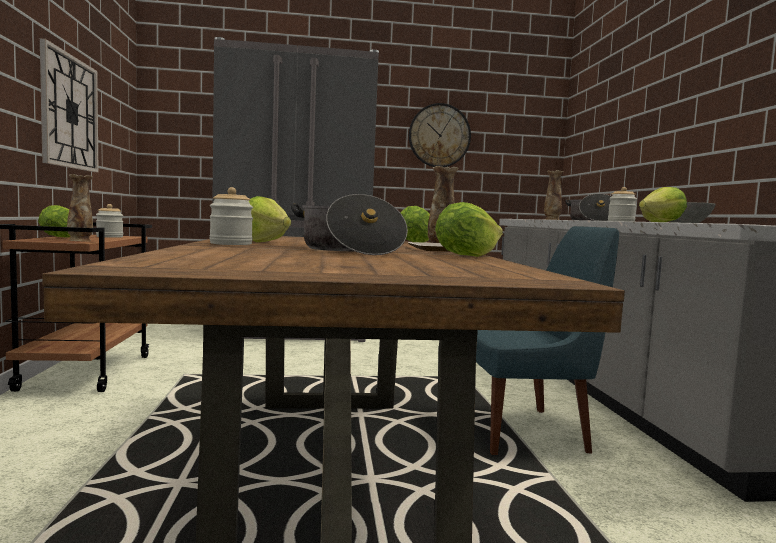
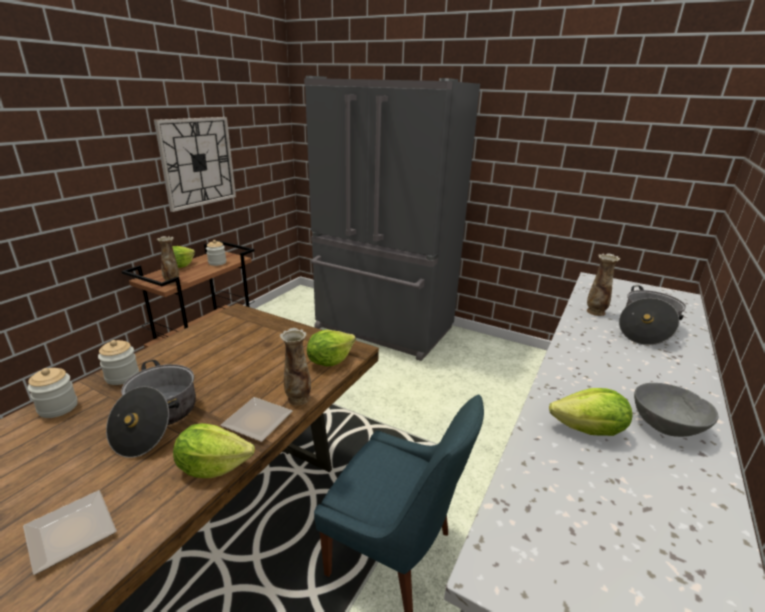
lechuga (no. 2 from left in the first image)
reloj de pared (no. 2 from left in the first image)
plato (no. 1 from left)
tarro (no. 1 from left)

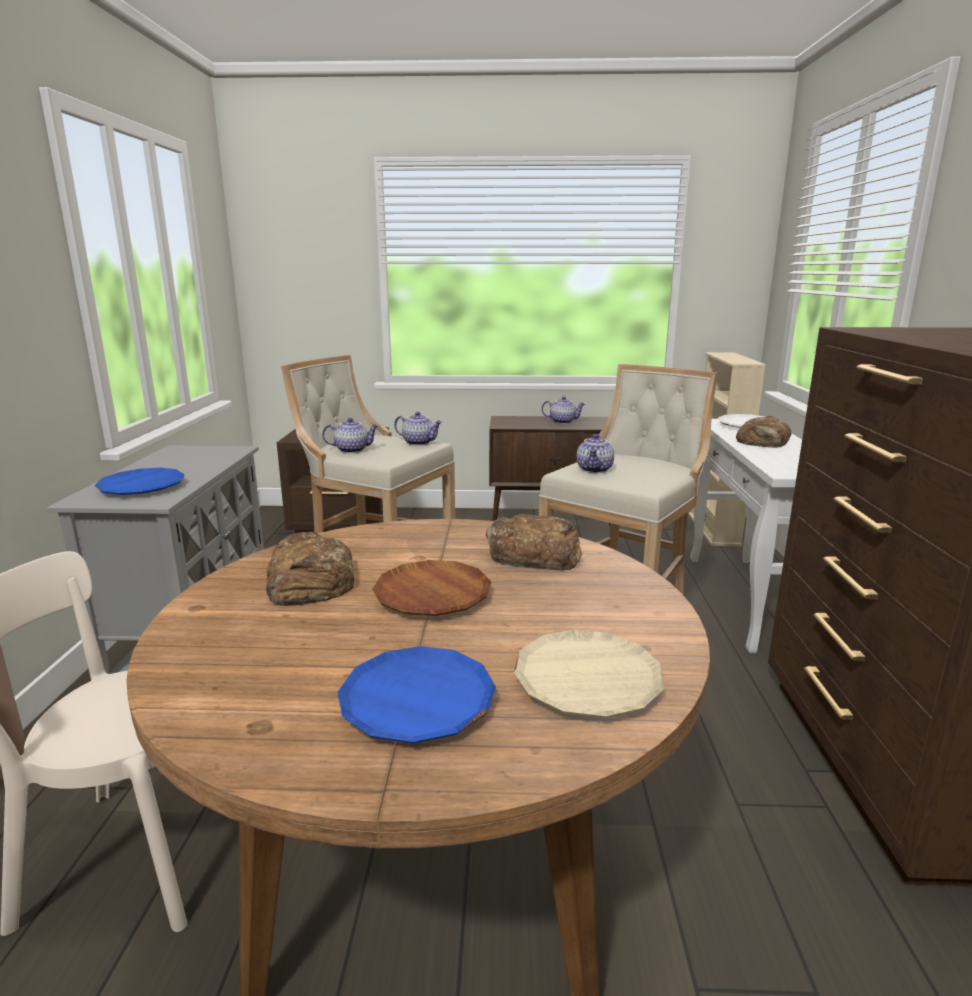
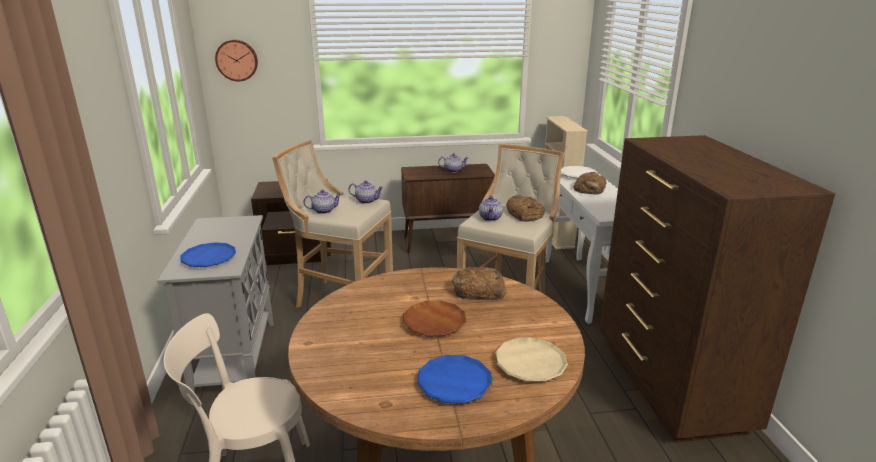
reloj de pared
pan (no. 2 from left)

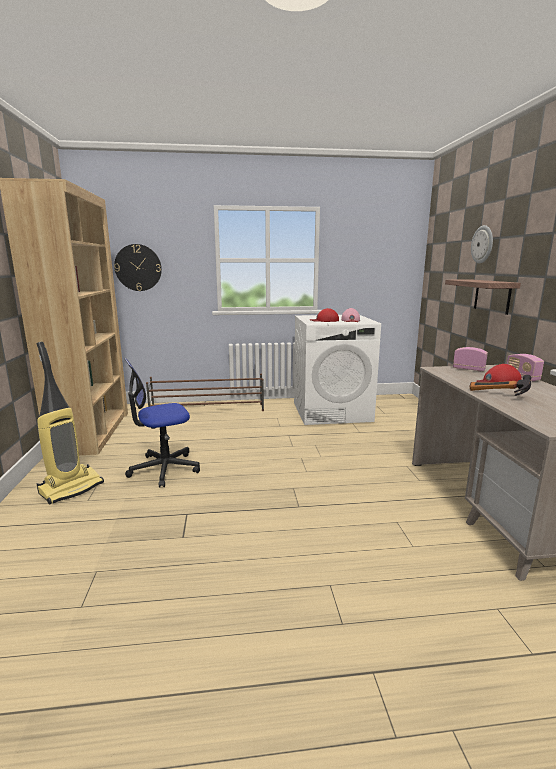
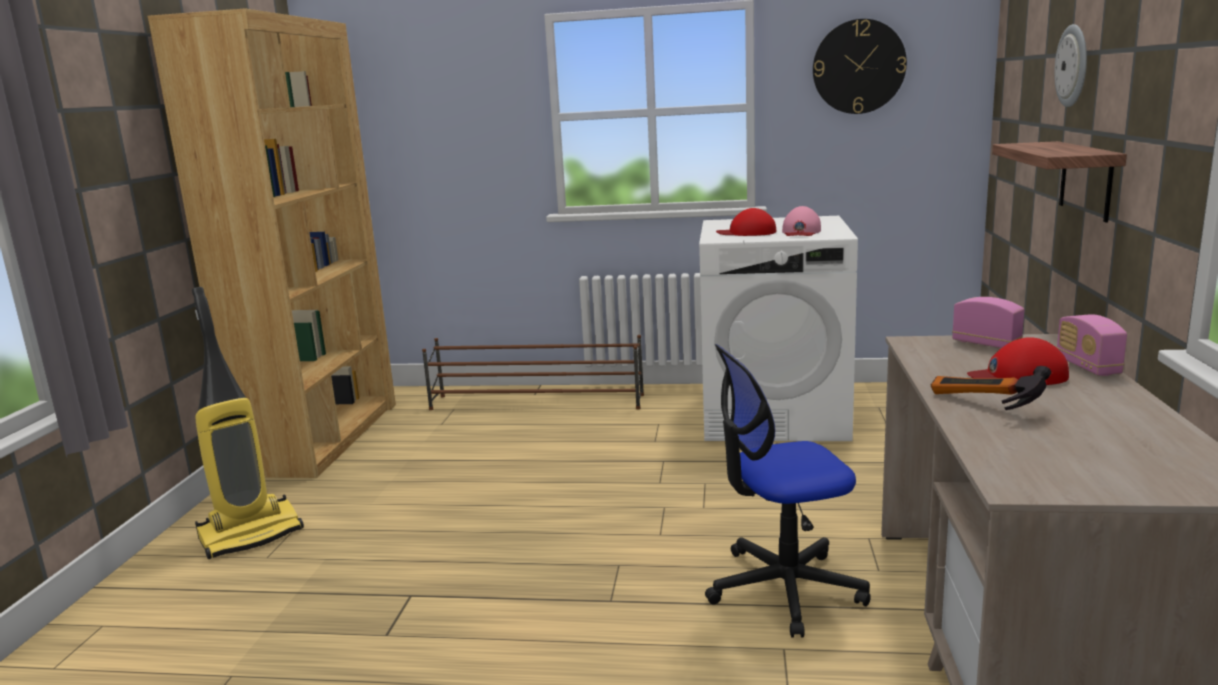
reloj de pared (no. 1 from left)
silla de oficina

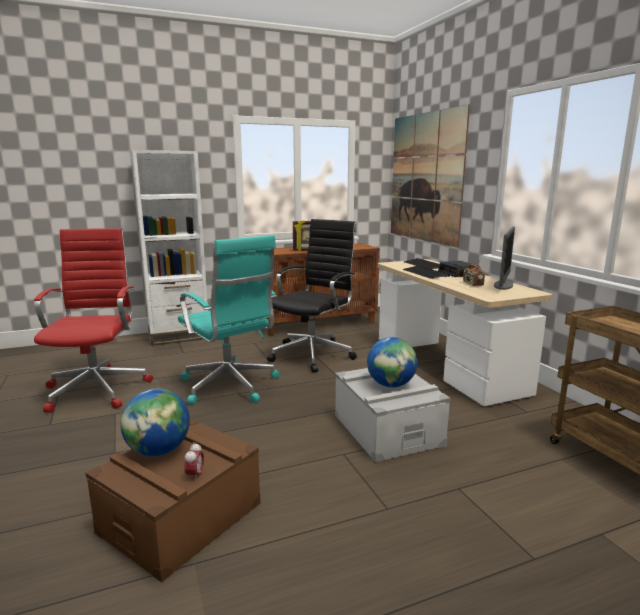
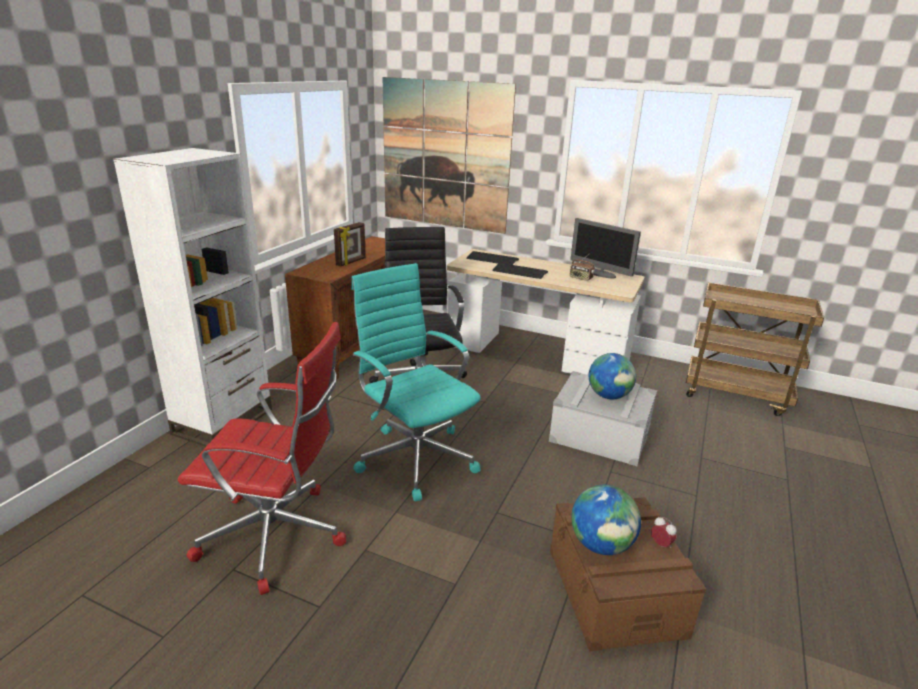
despertador (no. 2 from left in the first image)
silla de oficina/rojo
silla de oficina/turquesa
monitor

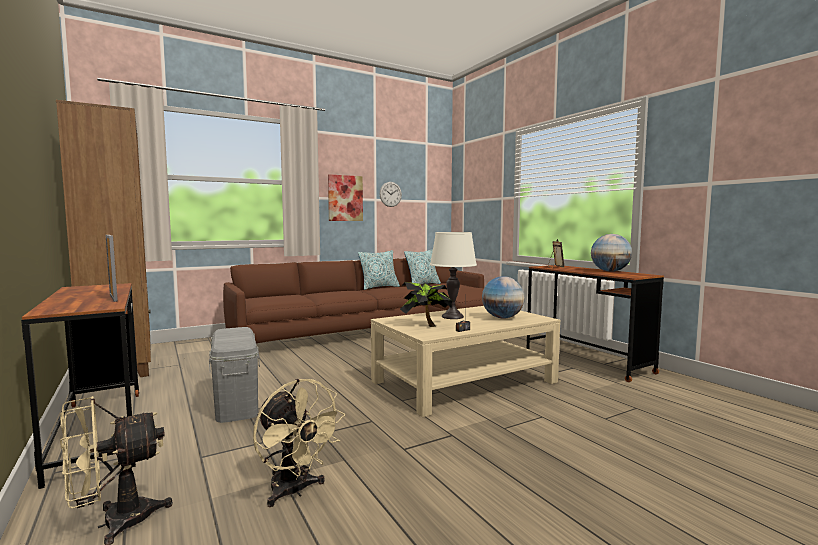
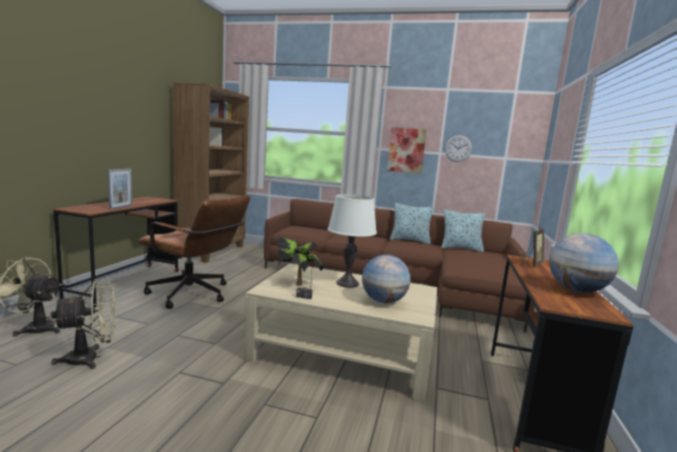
silla de oficina/marrón
ventilador/beis (no. 2 from left)

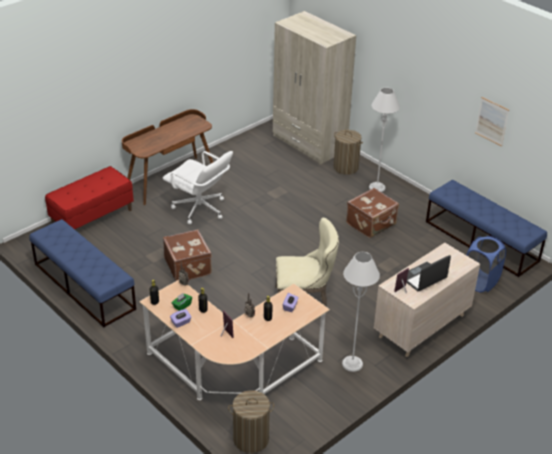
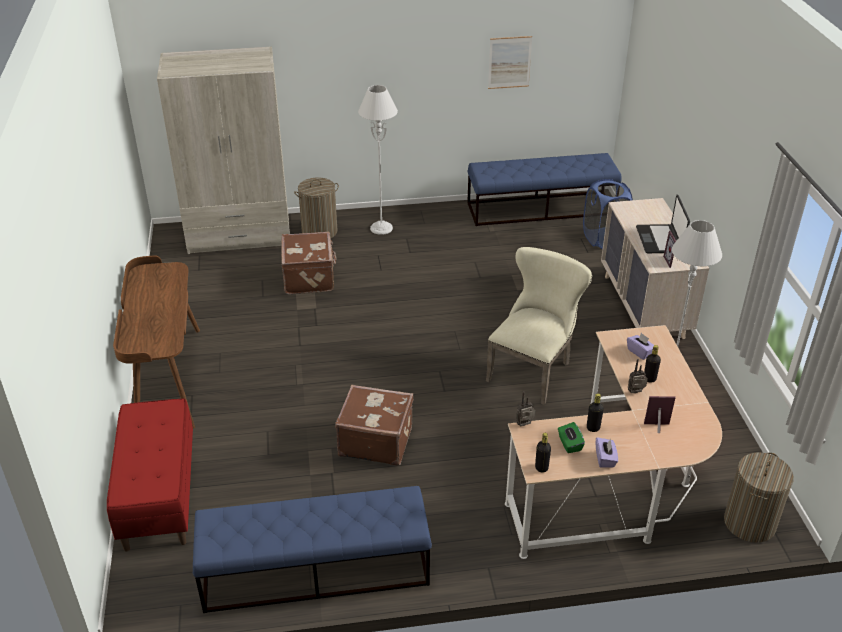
silla de oficina/blanco
maleta/marrón (no. 1 from left)

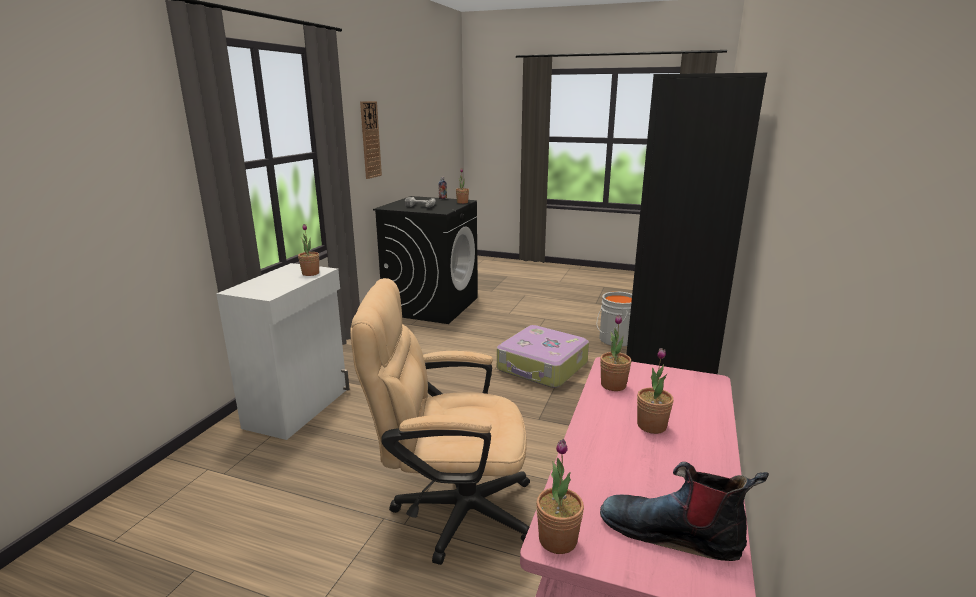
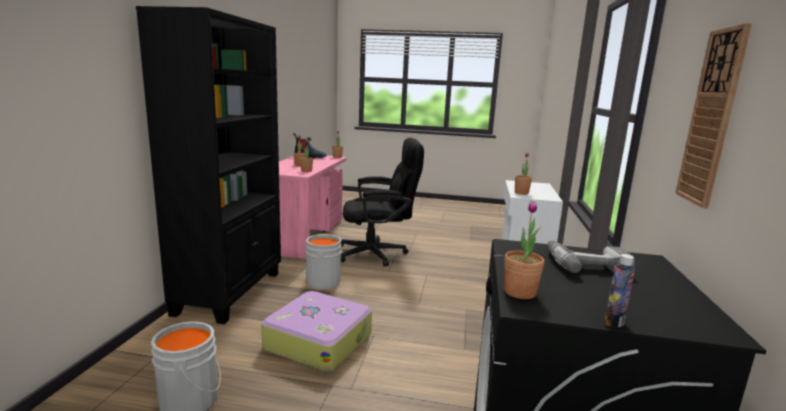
cubo/gris (no. 2 from left)
silla de oficina/negro

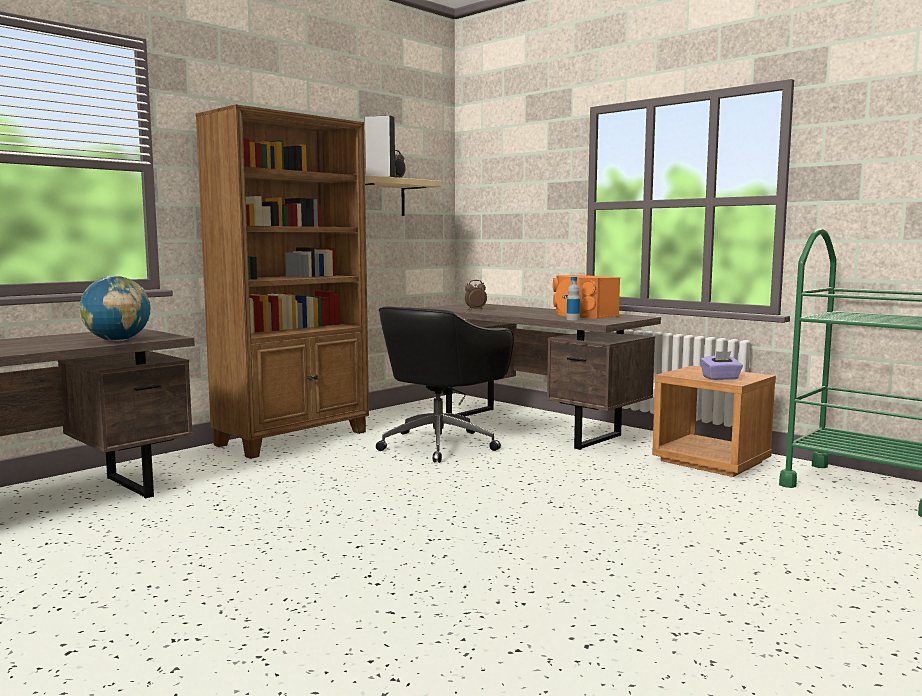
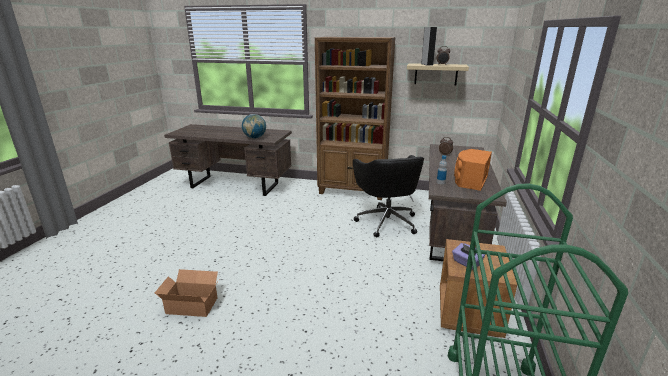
caja de cartón
silla de oficina/negro

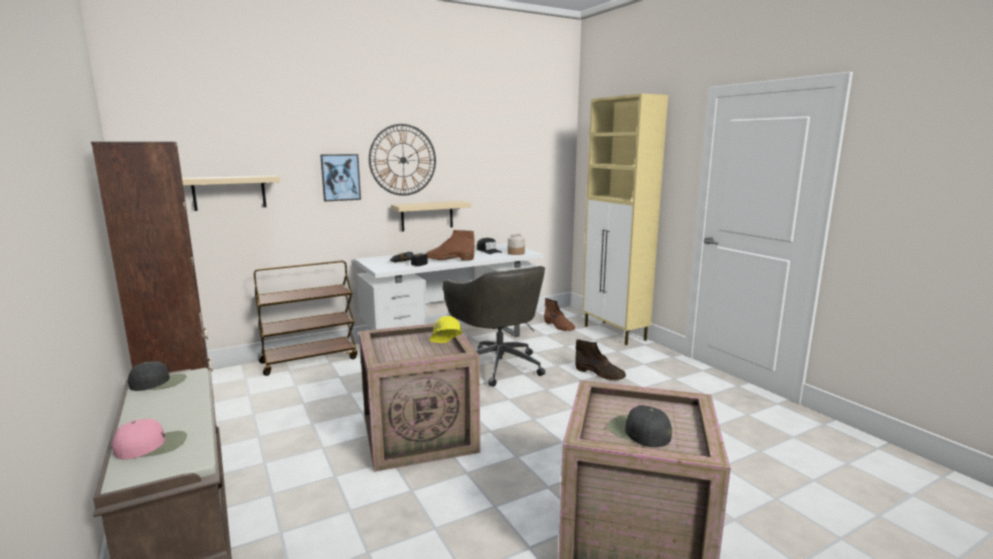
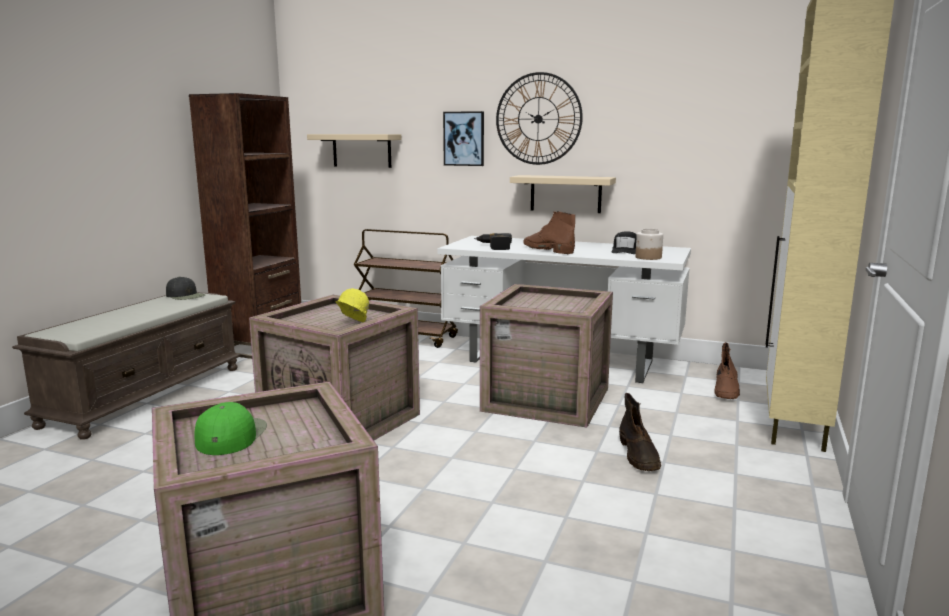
gorra/rosa
caja de embalaje (no. 3 from left)
gorra/verde

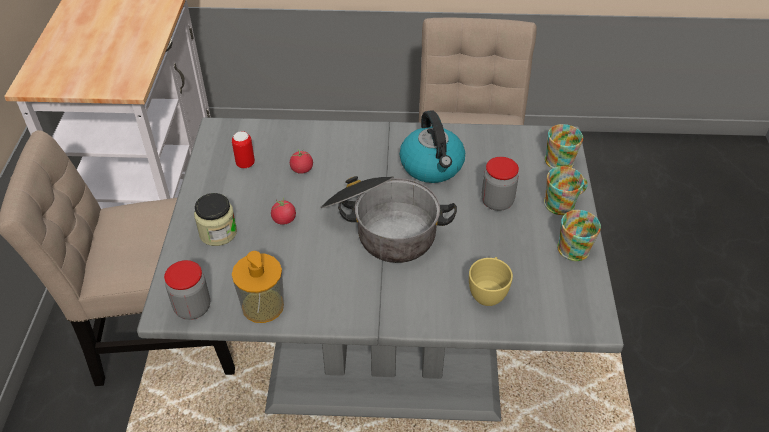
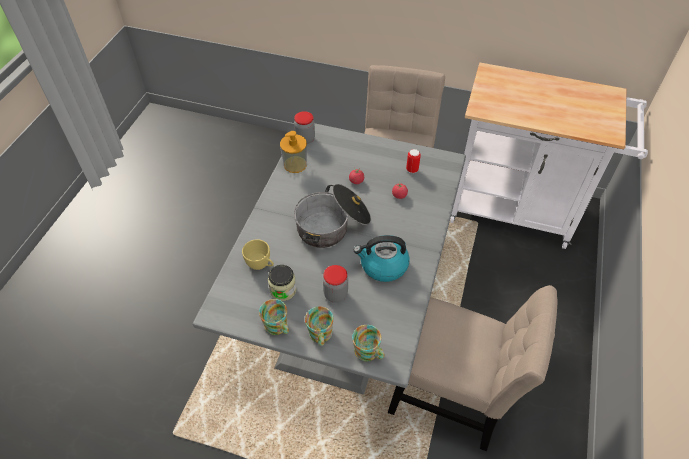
tarro (no. 1 from left)

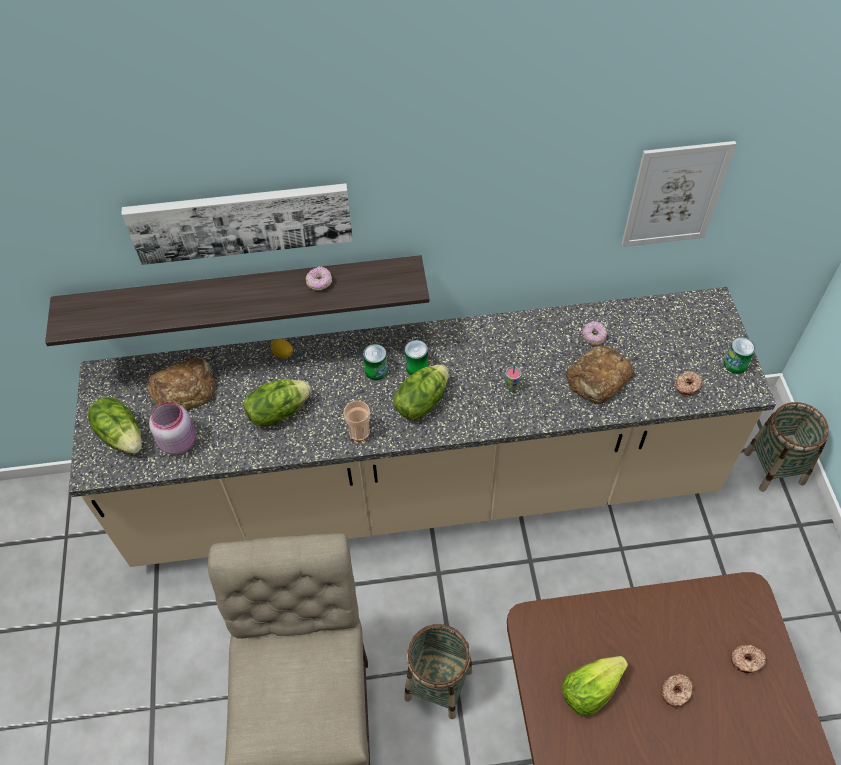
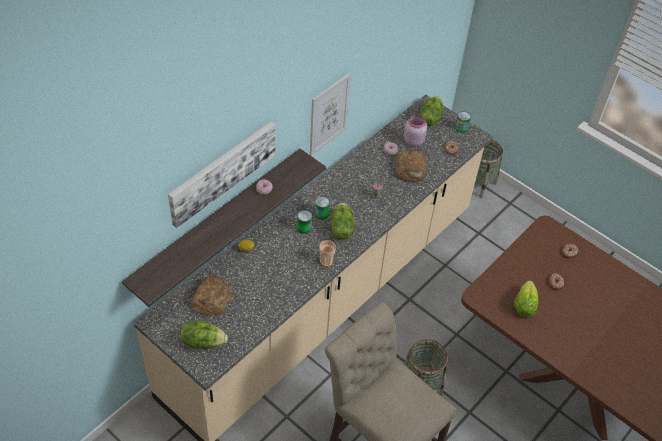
tarro/rosa
lechuga (no. 3 from left)
cuadro (no. 2 from left)

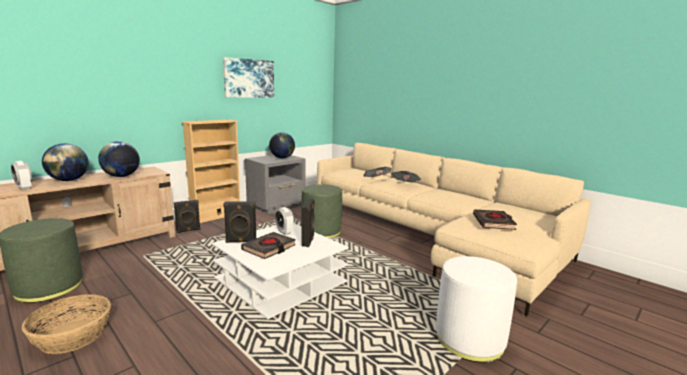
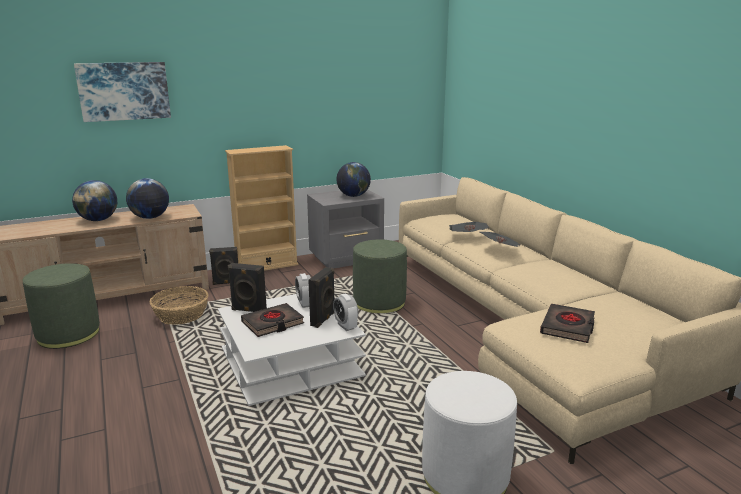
despertador (no. 2 from left)
cesta
cuadro

